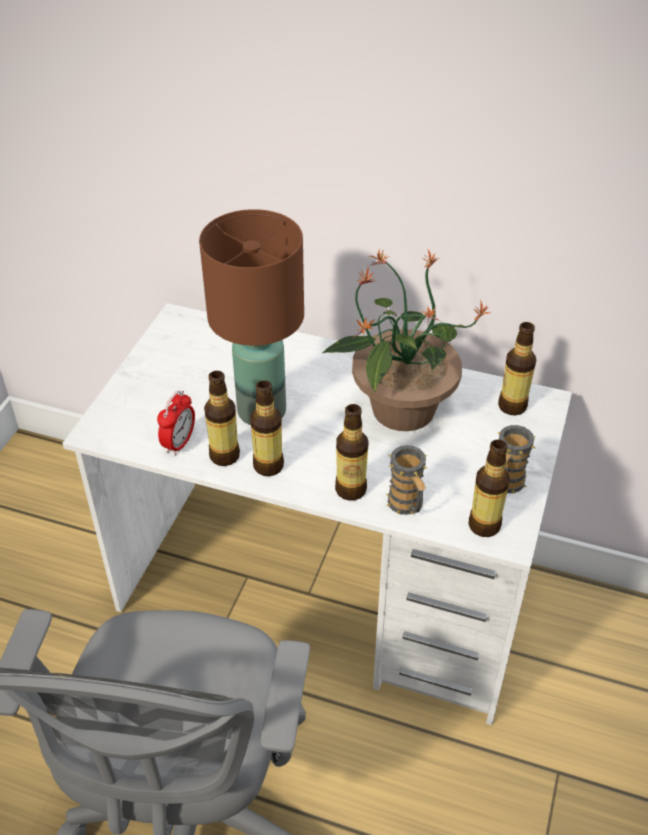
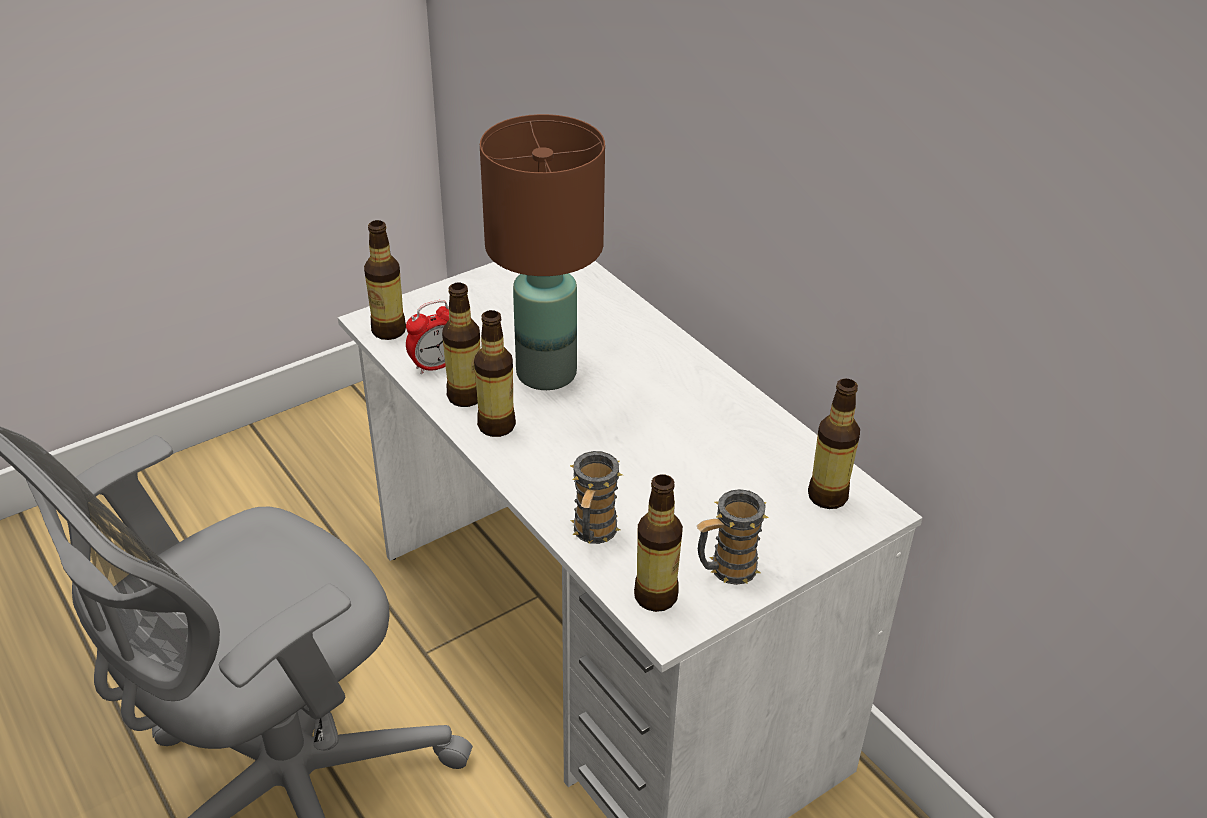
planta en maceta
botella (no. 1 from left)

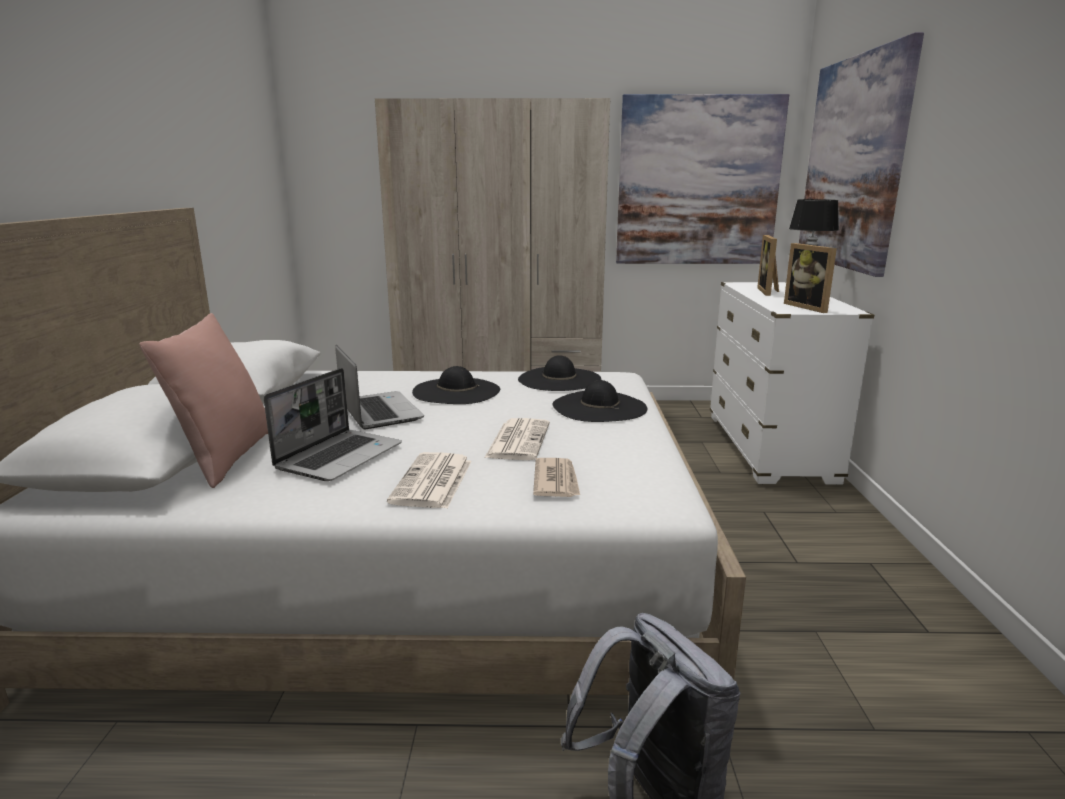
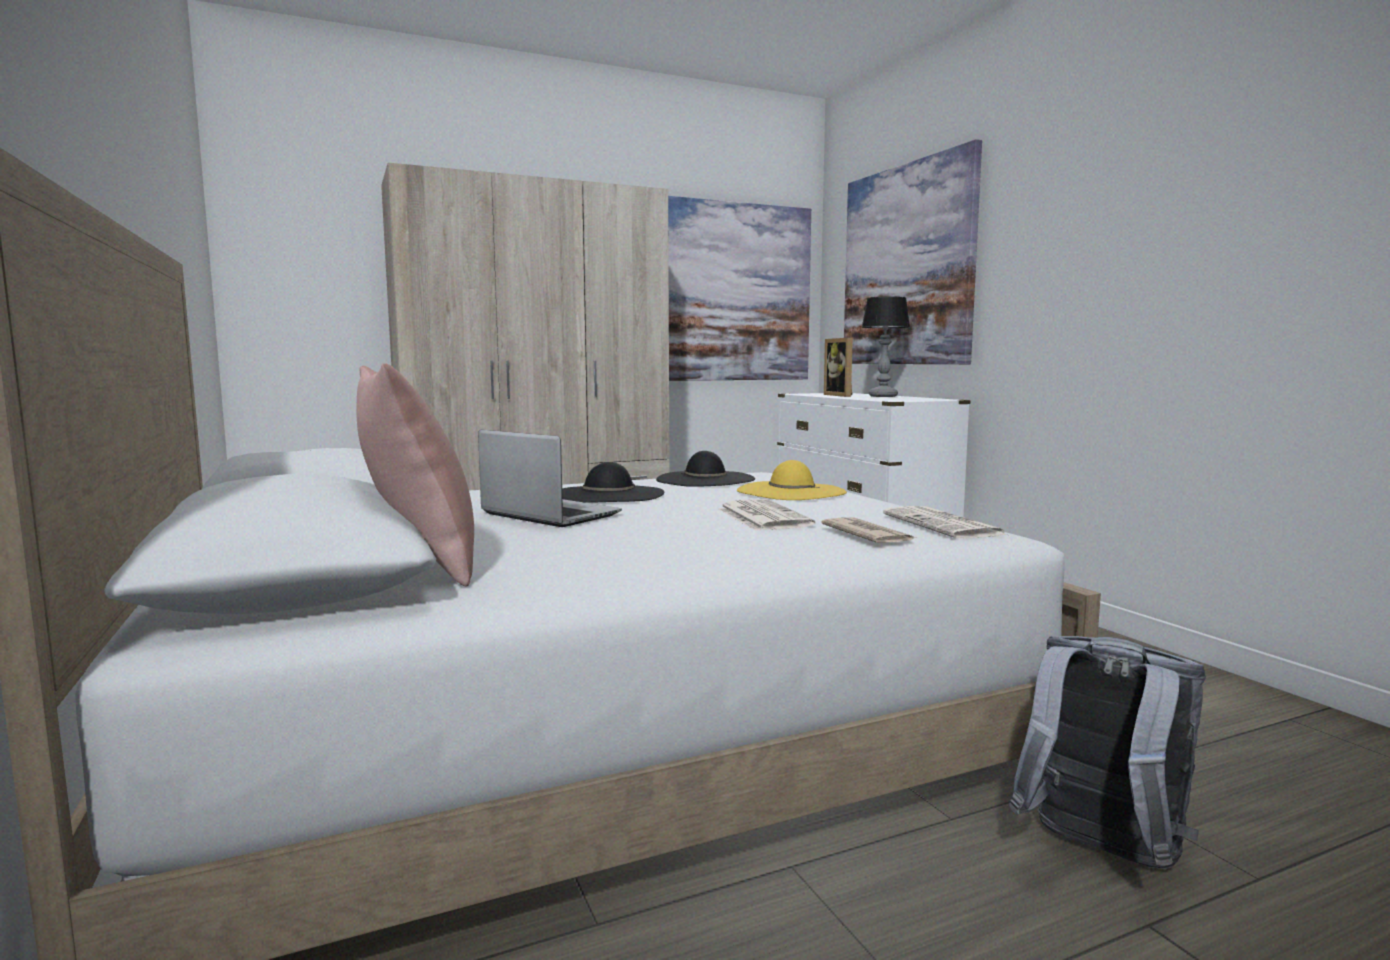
portátil (no. 1 from left in the first image)
portarretratos (no. 2 from left in the first image)
periódico (no. 3 from left)
sombrero/amarillo

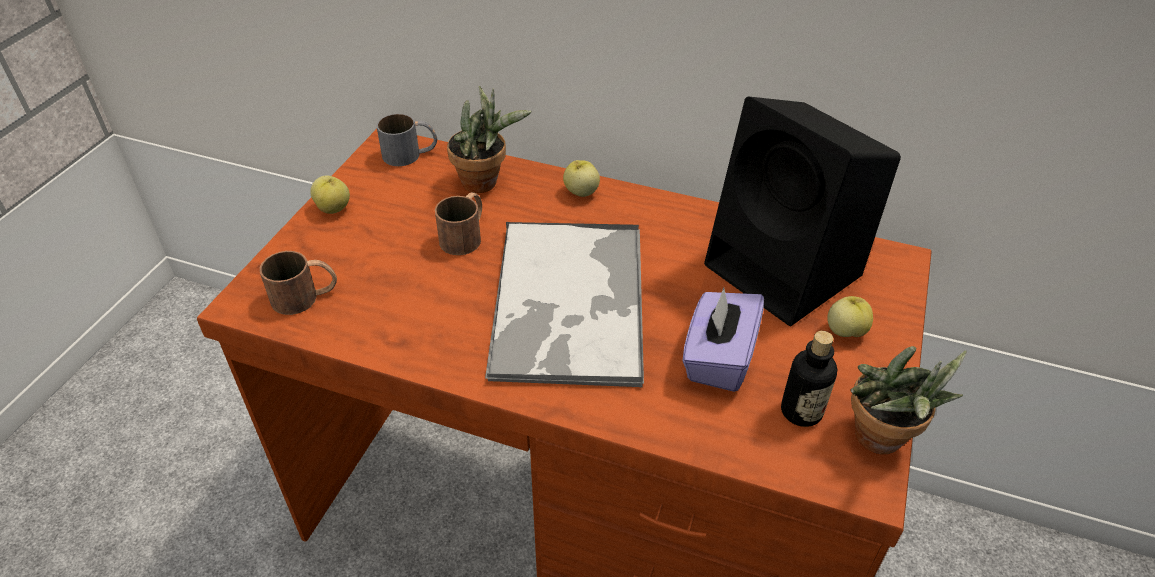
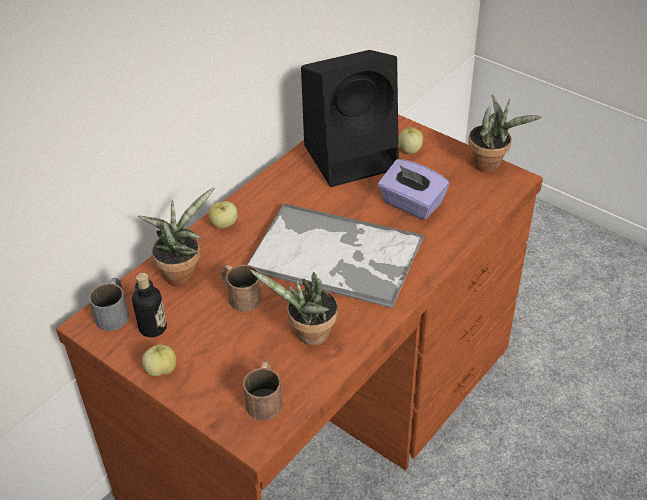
planta en maceta (no. 2 from left)
botella

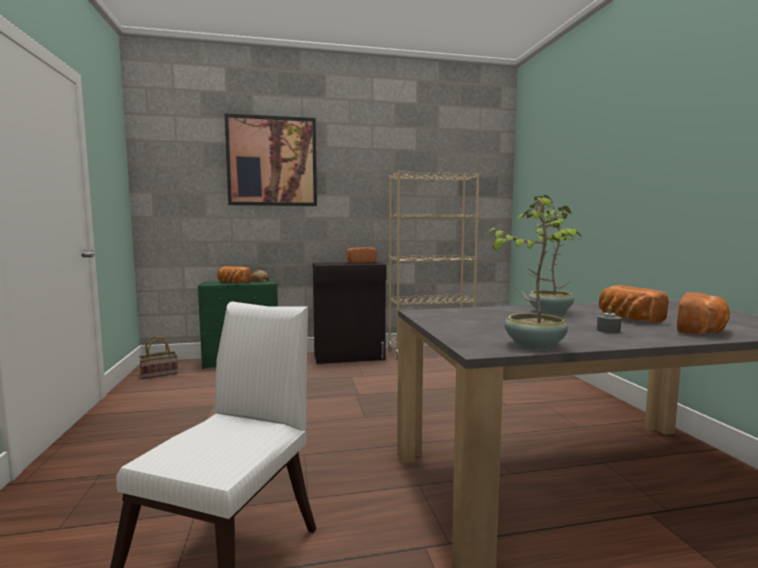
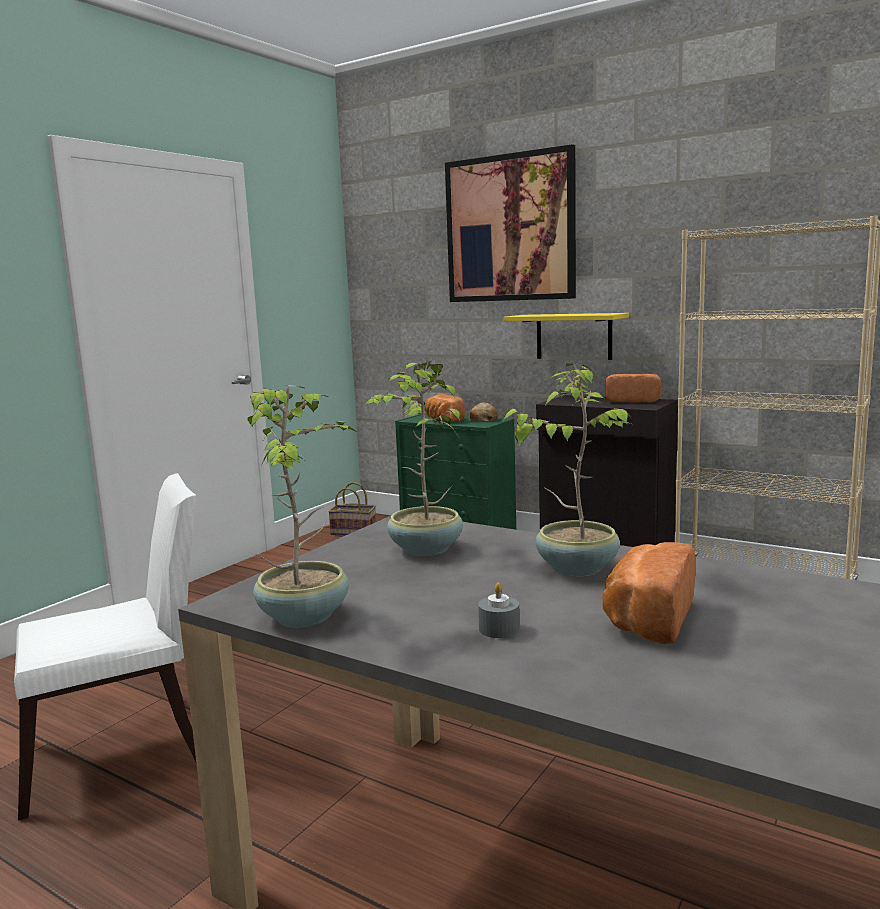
pan (no. 5 from left in the first image)
planta en maceta (no. 2 from left)
estante/amarillo

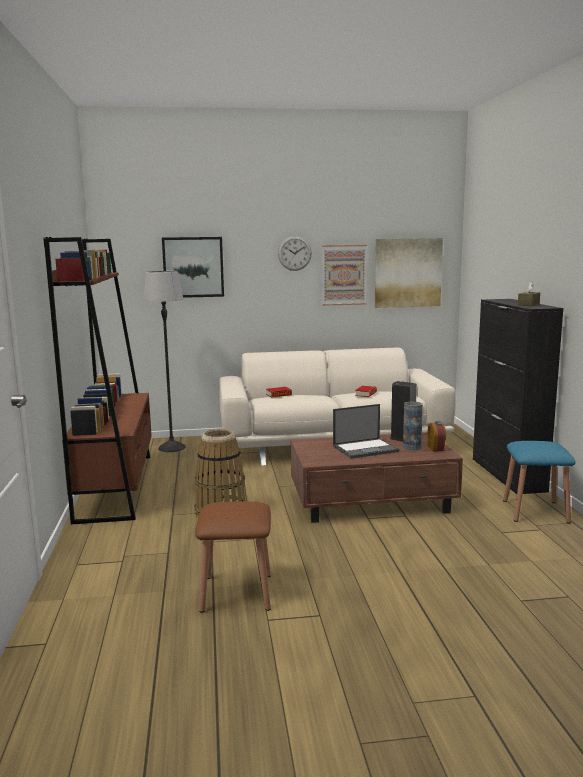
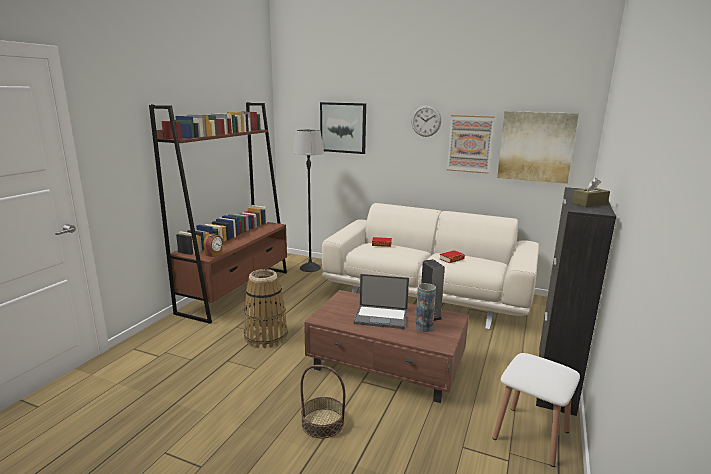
taburete/marrón
cesta (no. 2 from left)
despertador
taburete/blanco

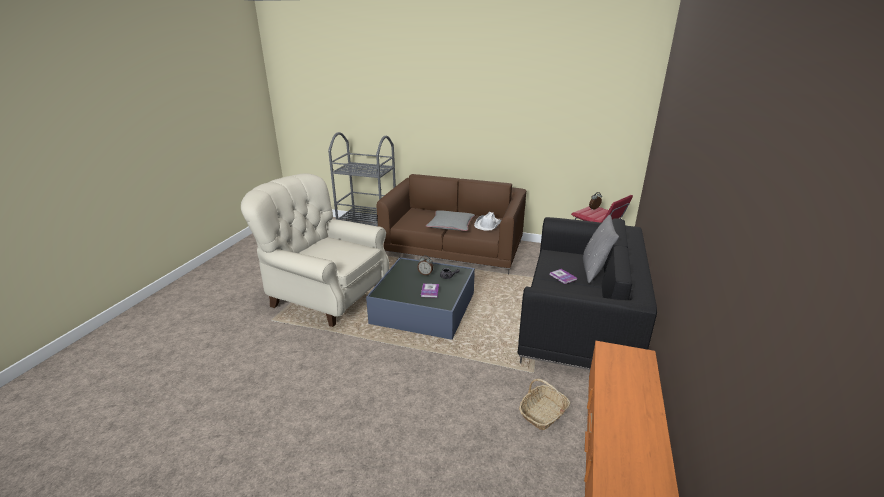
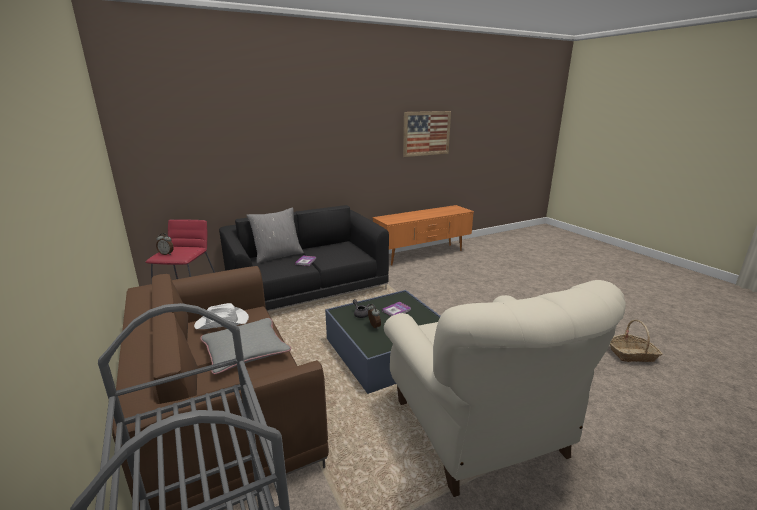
cuadro
cesta

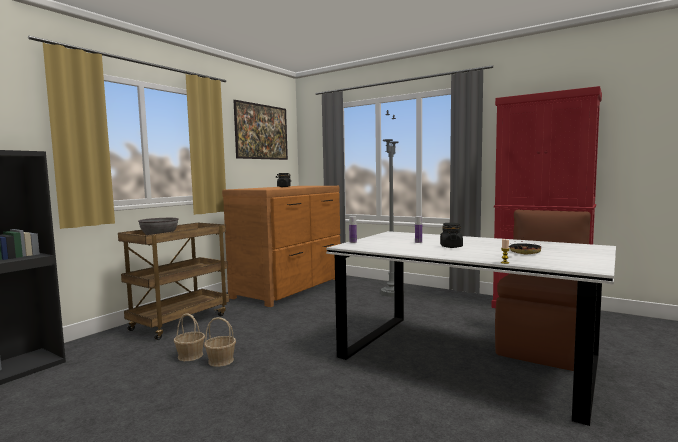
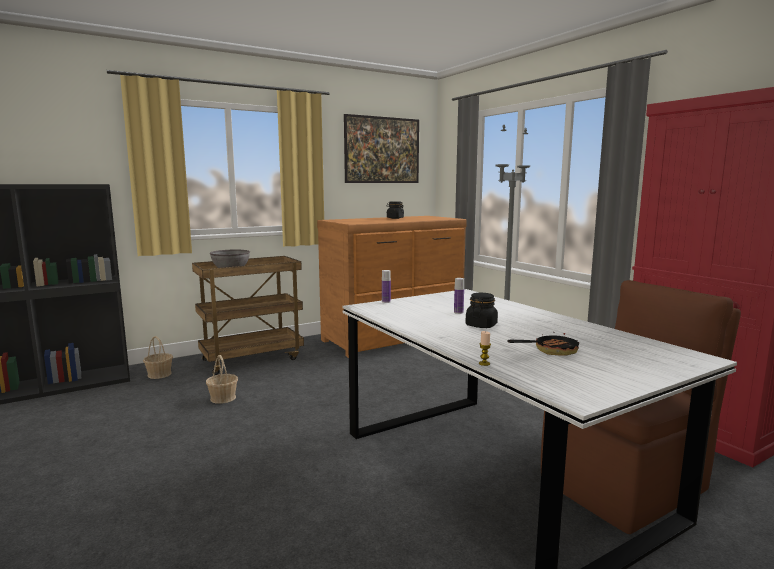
cesta (no. 1 from left)

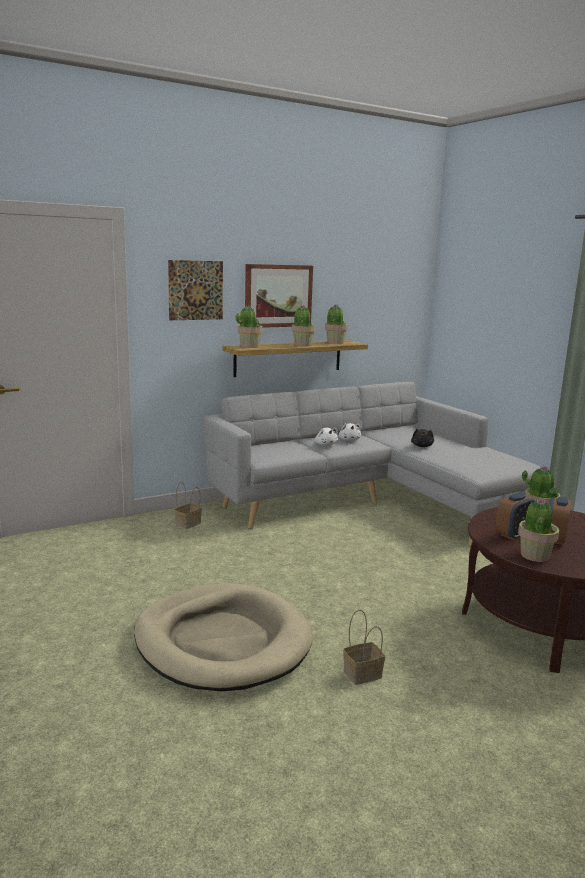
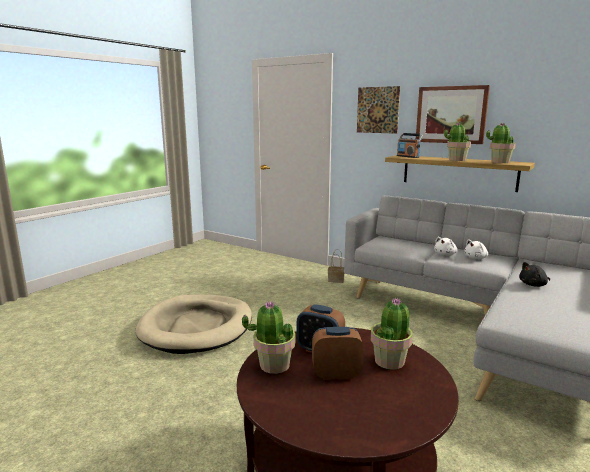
cesta (no. 2 from left in the first image)
radio

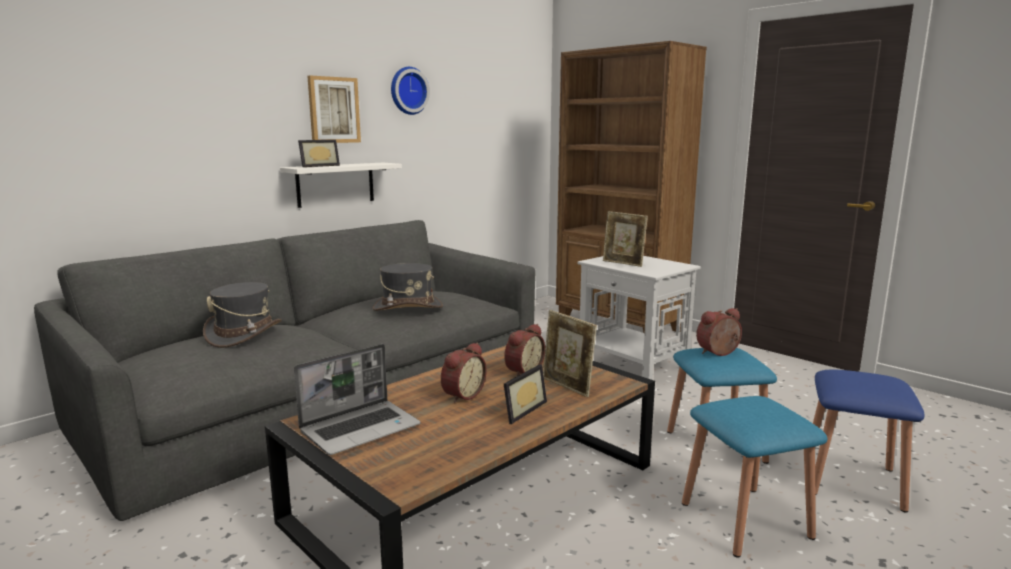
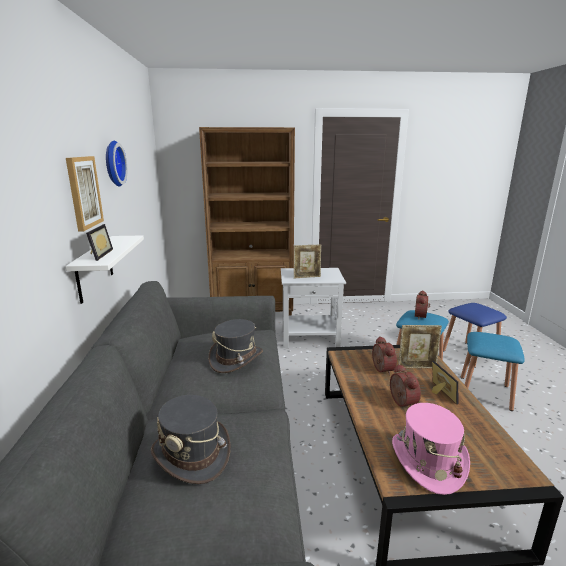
sombrero/rosa

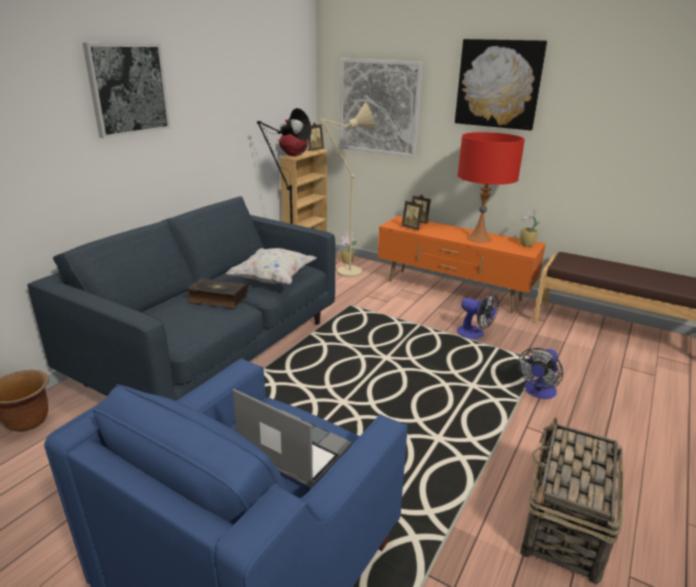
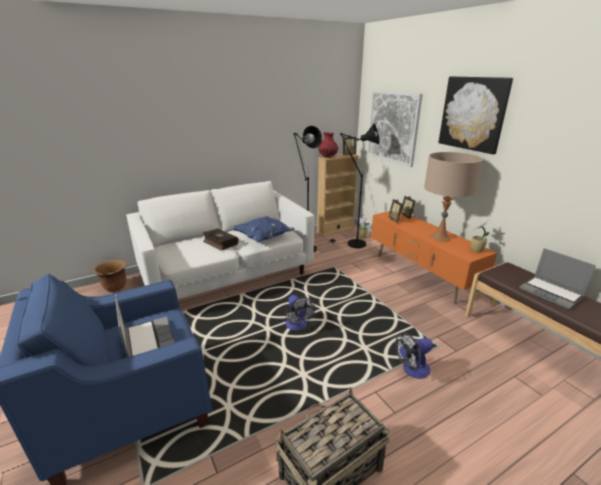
cuadro (no. 1 from left in the first image)
portátil (no. 2 from left)
ventilador (no. 1 from left)
sofá/blanco
cojín/azul
lámpara de pie/negro (no. 2 from left)
lámpara de mesa/beis

